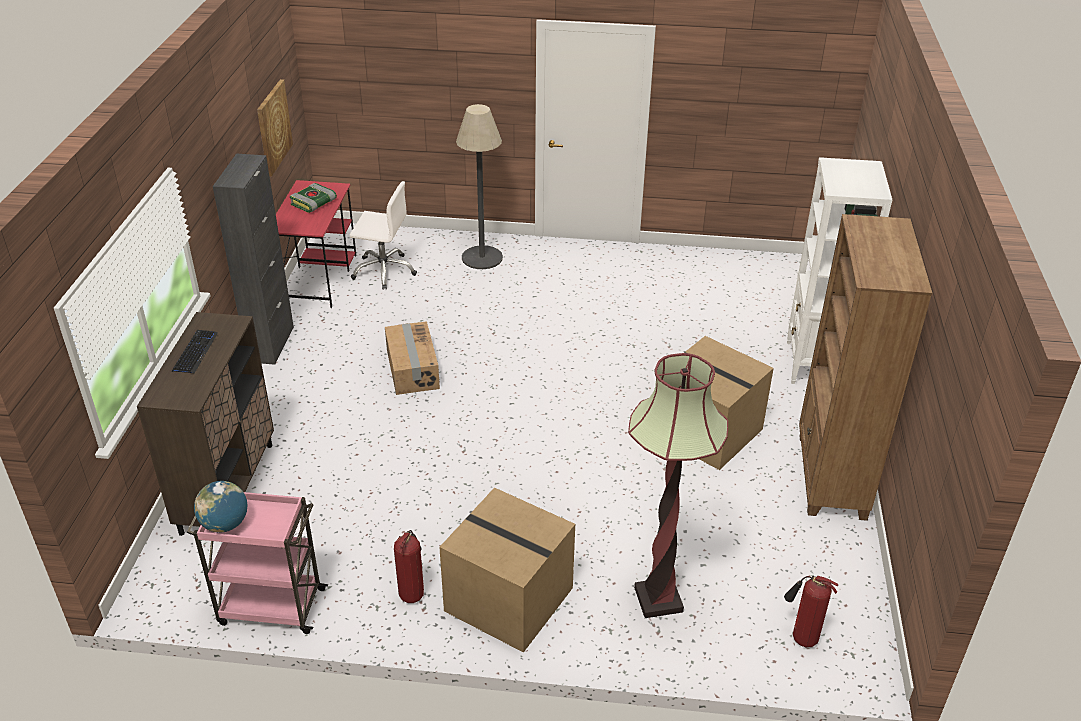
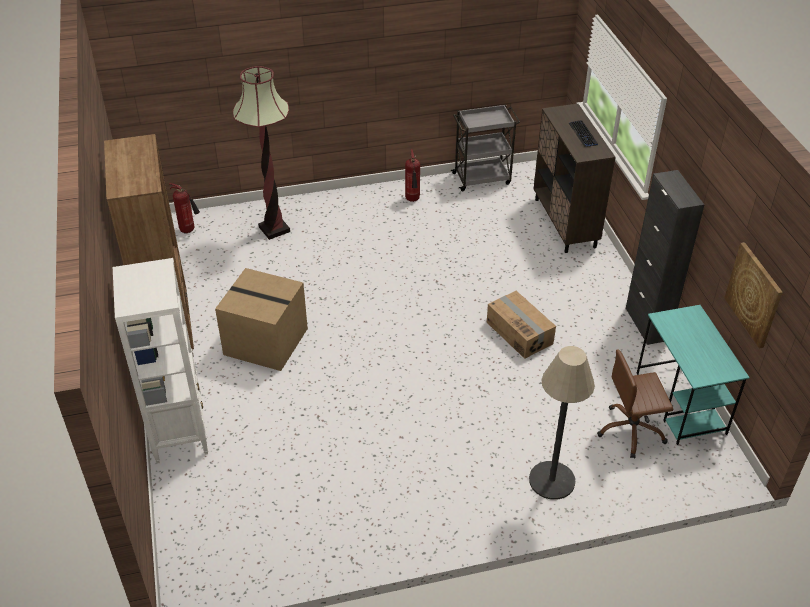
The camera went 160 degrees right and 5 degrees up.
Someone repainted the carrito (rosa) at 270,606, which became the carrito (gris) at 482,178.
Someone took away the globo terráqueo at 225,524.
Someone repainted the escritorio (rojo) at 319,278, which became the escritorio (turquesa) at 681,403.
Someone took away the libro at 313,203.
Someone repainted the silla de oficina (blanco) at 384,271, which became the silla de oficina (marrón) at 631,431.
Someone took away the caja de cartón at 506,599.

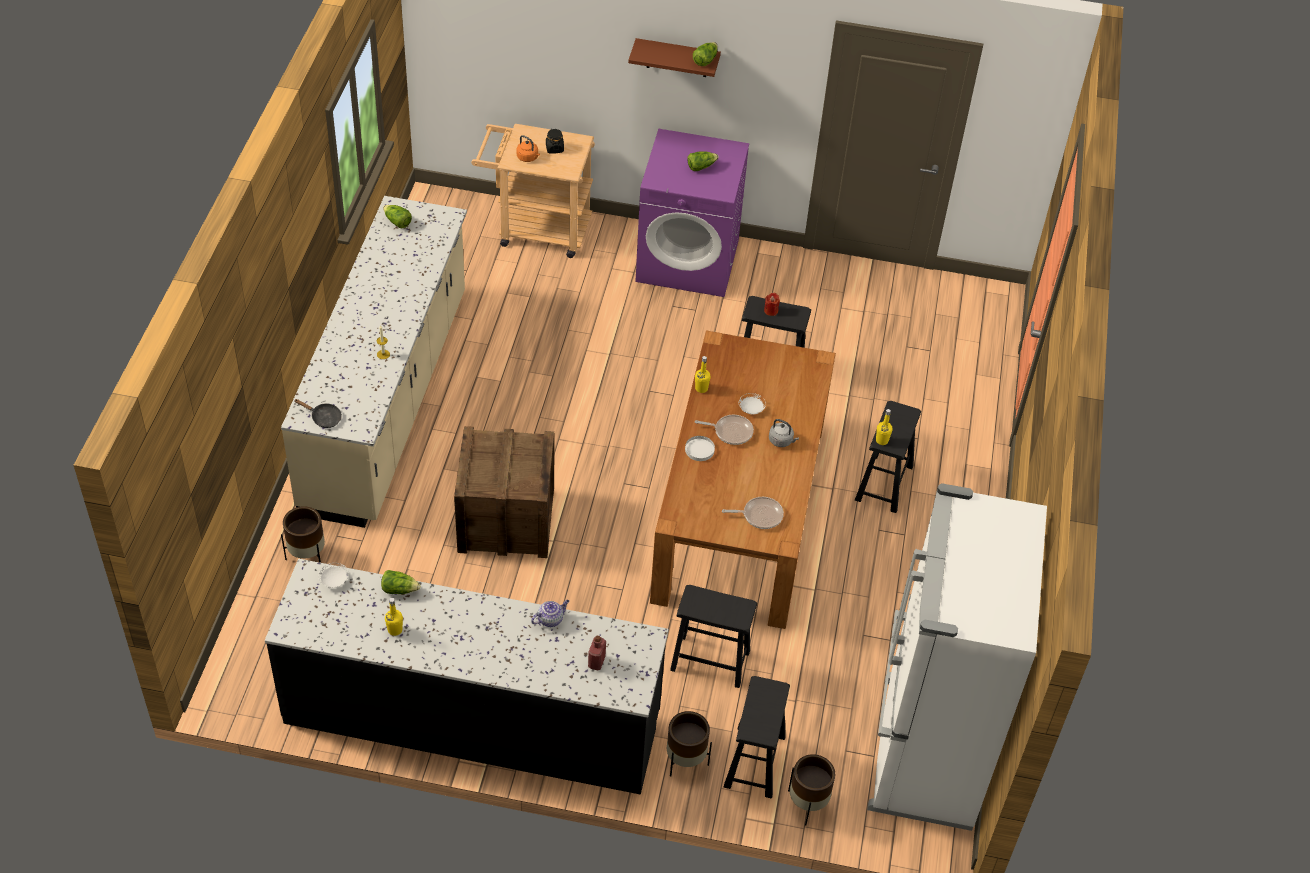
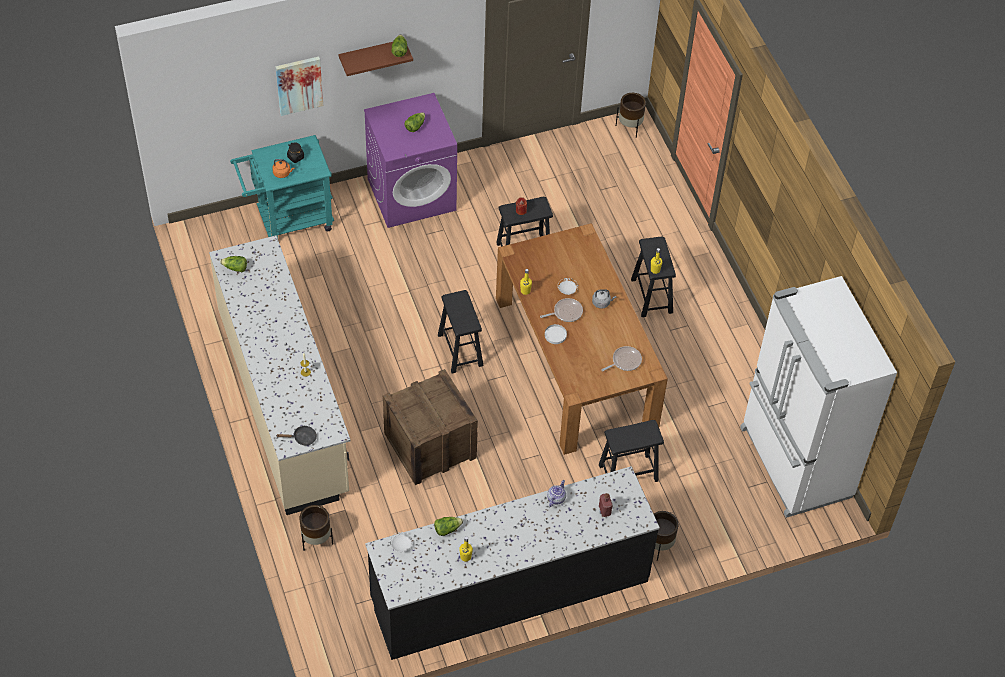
The camera went 30 degrees left and 5 degrees up.
Someone repainted the carrito (beis) at 536,229, which became the carrito (turquesa) at 288,220.
Someone carried the taburete (negro) from 754,761 to 460,350.
Someone carried the maceta (marrón) from 807,804 to 630,127.
Someone put up the cuadro at 299,85.

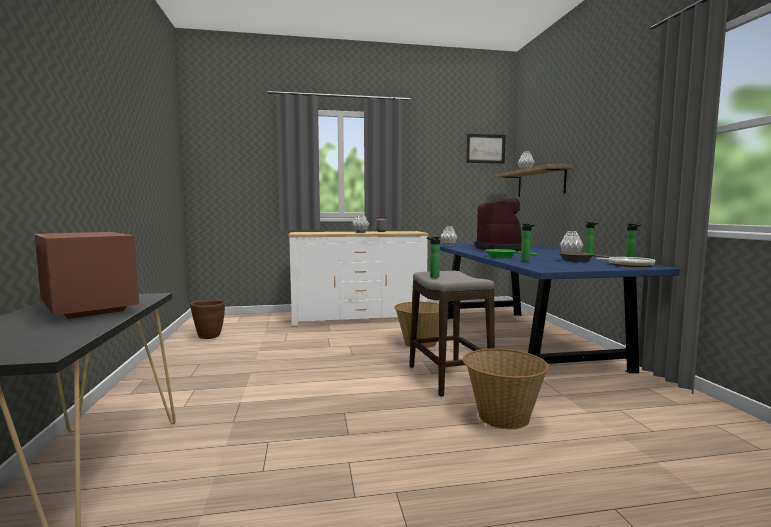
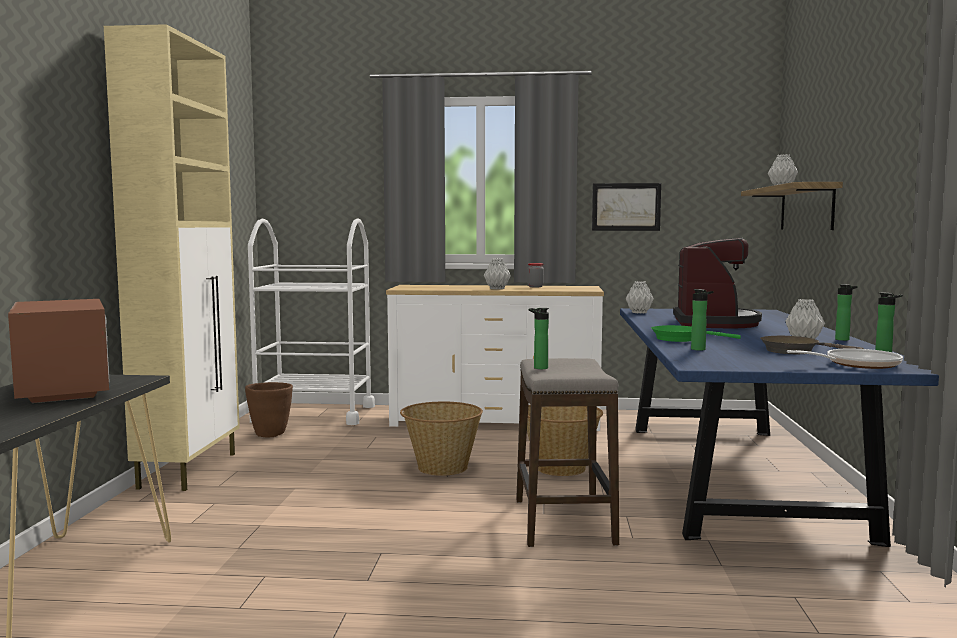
The camera went 15 degrees right and 0 degrees up.
Someone carried the cesta from 502,417 to 441,467.
Someone carried the cuadro from 485,148 to 626,207.
Someone put down the armario (beis) at 190,470.
Someone put down the carrito (blanco) at 314,414.

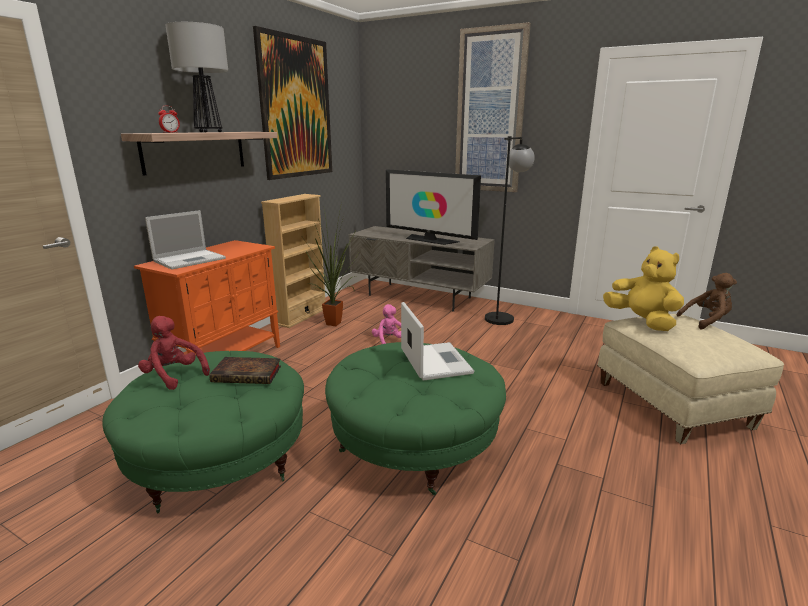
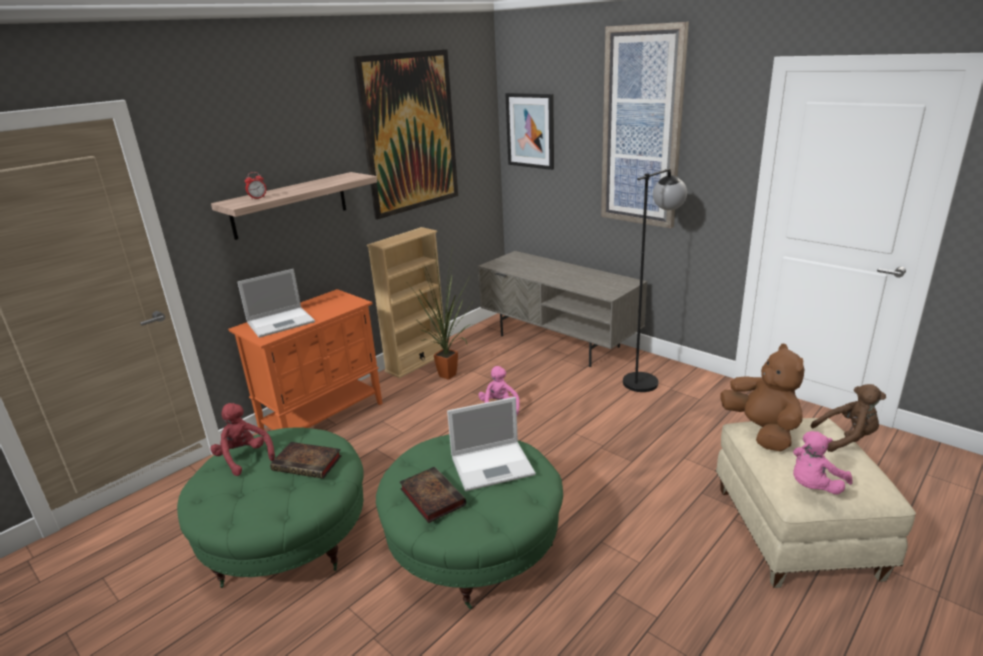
The camera went 15 degrees right and 5 degrees up.
Someone took away the lámpara de mesa at 209,132.
Someone took away the televisor at 430,240.
Someone rotated the portátil at 434,361 by 75 degrees clockwise.
Someone repainted the peluche (amarillo) at 642,321, which became the peluche (marrón) at 761,431.
Someone put down the libro at 431,496.
Someone put up the cuadro at 530,130.
Someone put down the peluche (rosa) at 814,487.

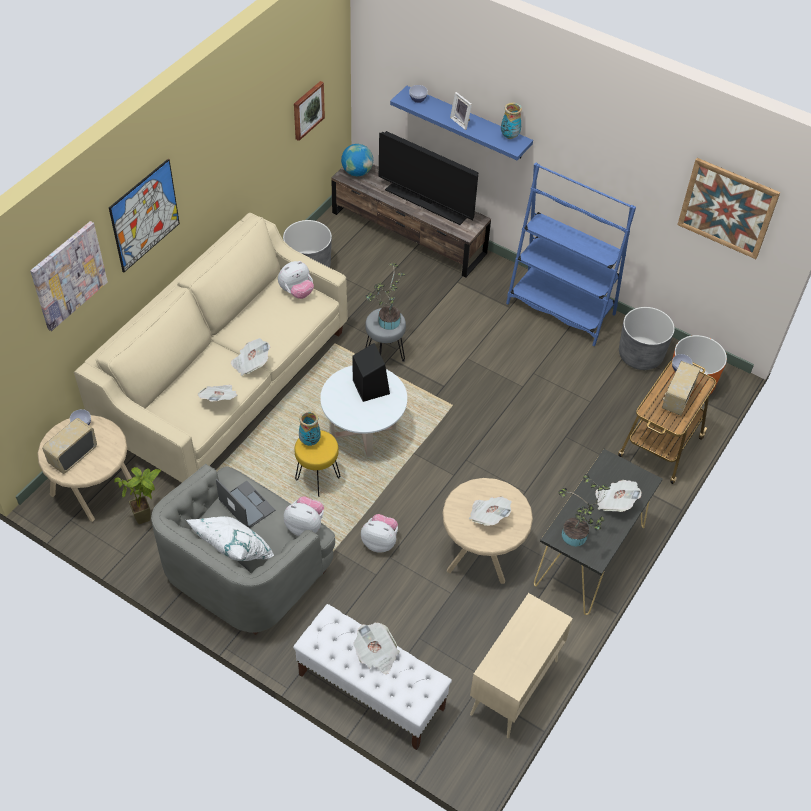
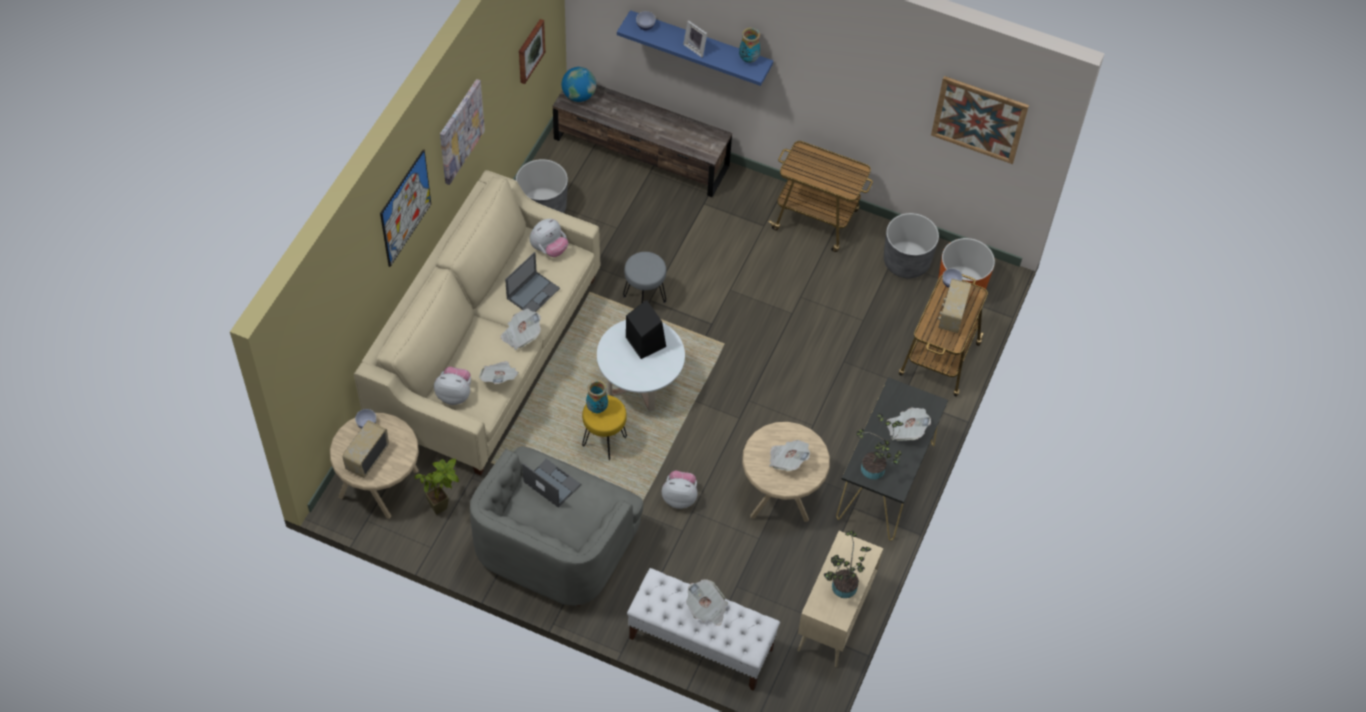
The camera went 10 degrees left and 5 degrees up.
Someone carried the cuadro from 68,275 to 460,131.
Someone took away the cojín (blanco) at 233,553.
Someone carried the peluche from 305,526 to 454,394.
Someone carried the planta en maceta from 386,322 to 842,588.
Someone took away the televisor at 426,203.
Someone swapped the estantería (azul) at 560,309 for the carrito at 817,220.
Someone put down the portátil at 533,293.

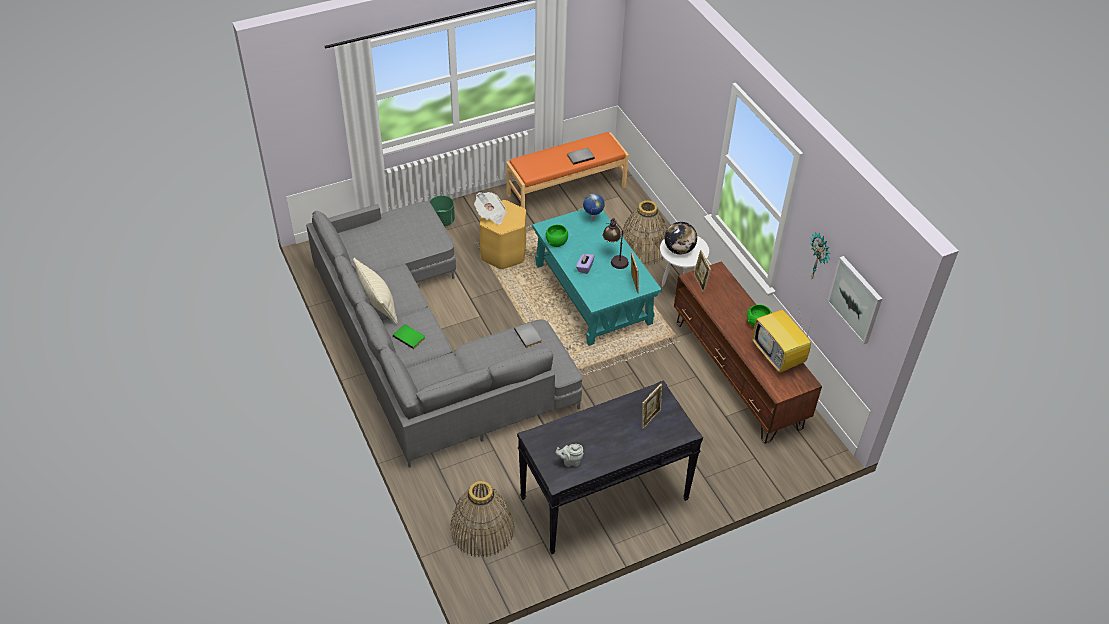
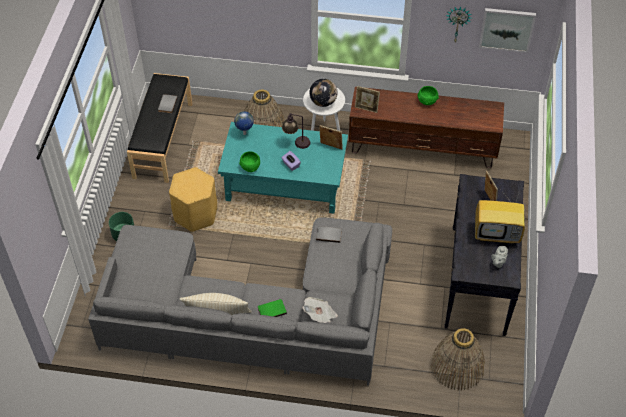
The camera went 55 degrees left and 5 degrees up.
Someone carried the periódico from 491,215 to 320,315.
Someone repainted the banco (naranja) at 566,190, which became the banco (negro) at 162,140.
Someone carried the televisor from 778,357 to 497,233.

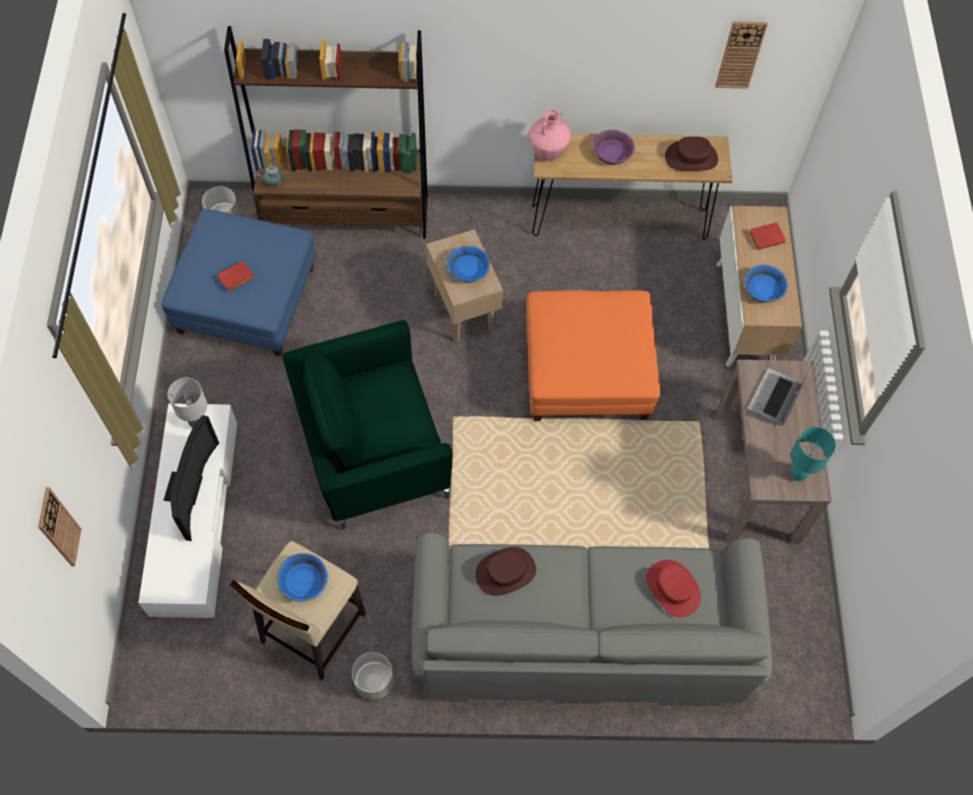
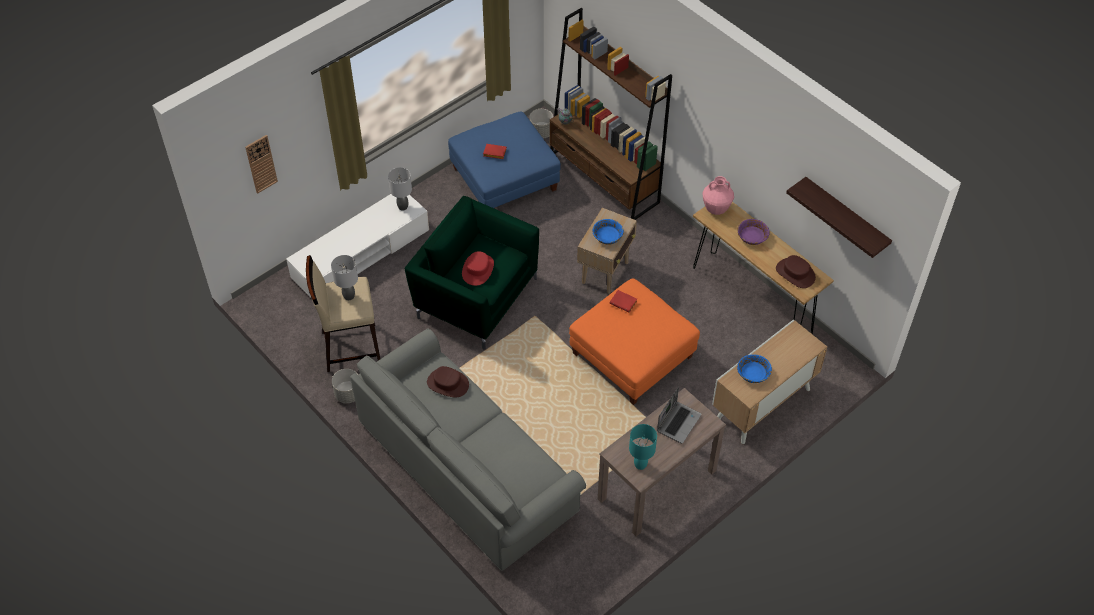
The camera went 50 degrees right and 10 degrees down.
Someone took away the televisor at 189,490.
Someone swapped the cuenco (azul) at 303,581 for the lámpara de mesa (gris) at 348,296.
Someone carried the sombrero (rojo) from 673,588 to 478,269.
Someone swapped the reloj de pared at 740,55 for the estante at 845,216.
Someone rotated the portátil at 775,398 by 135 degrees clockwise.
Someone carried the libro (rojo) from 766,237 to 624,302.

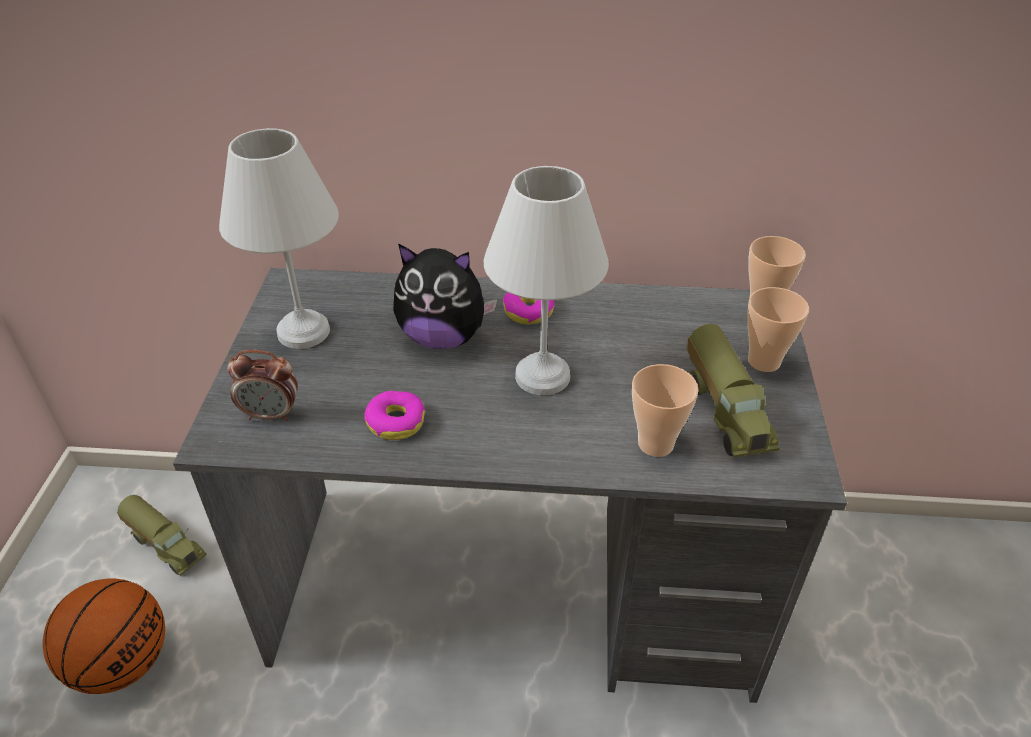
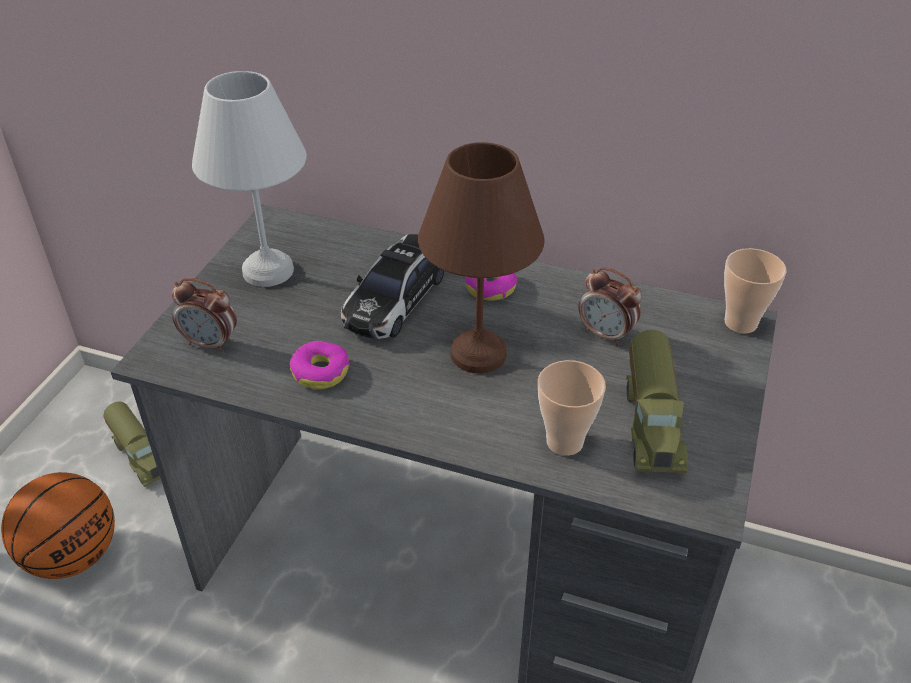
The camera went 15 degrees right and 0 degrees up.
Someone swapped the peluche at 443,337 for the coche de juguete at 396,298.
Someone repainted the lámpara de mesa (blanco) at 541,378, which became the lámpara de mesa (marrón) at 476,355.
Someone took away the taza at 764,361.
Someone put down the despertador at 606,334.

